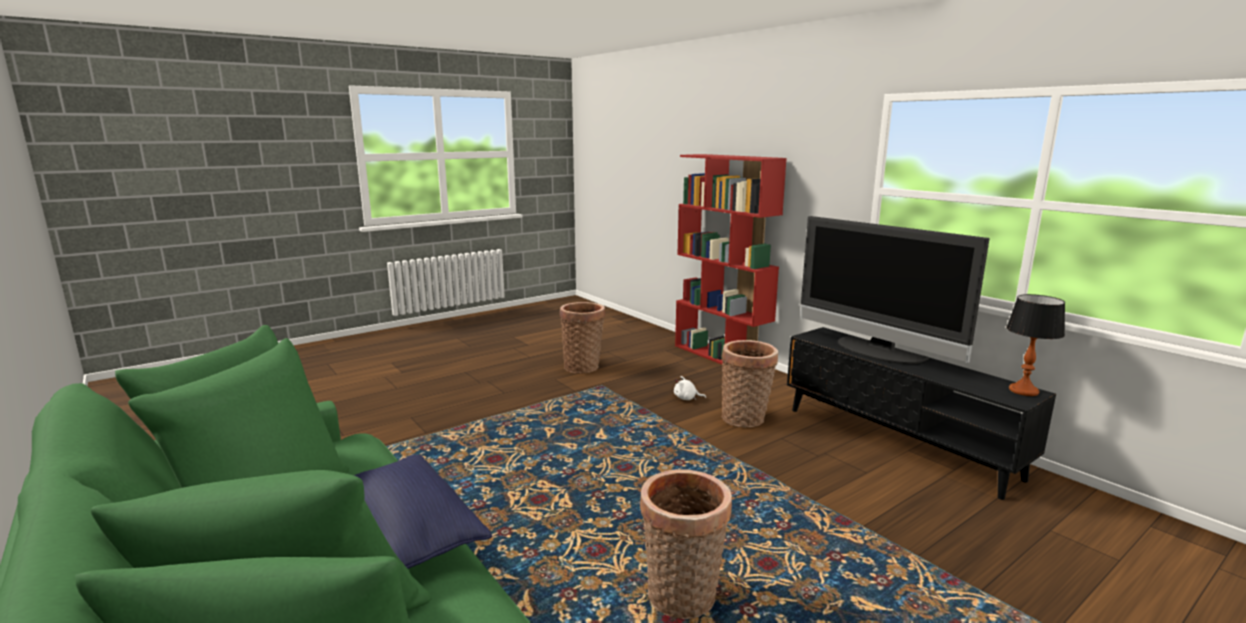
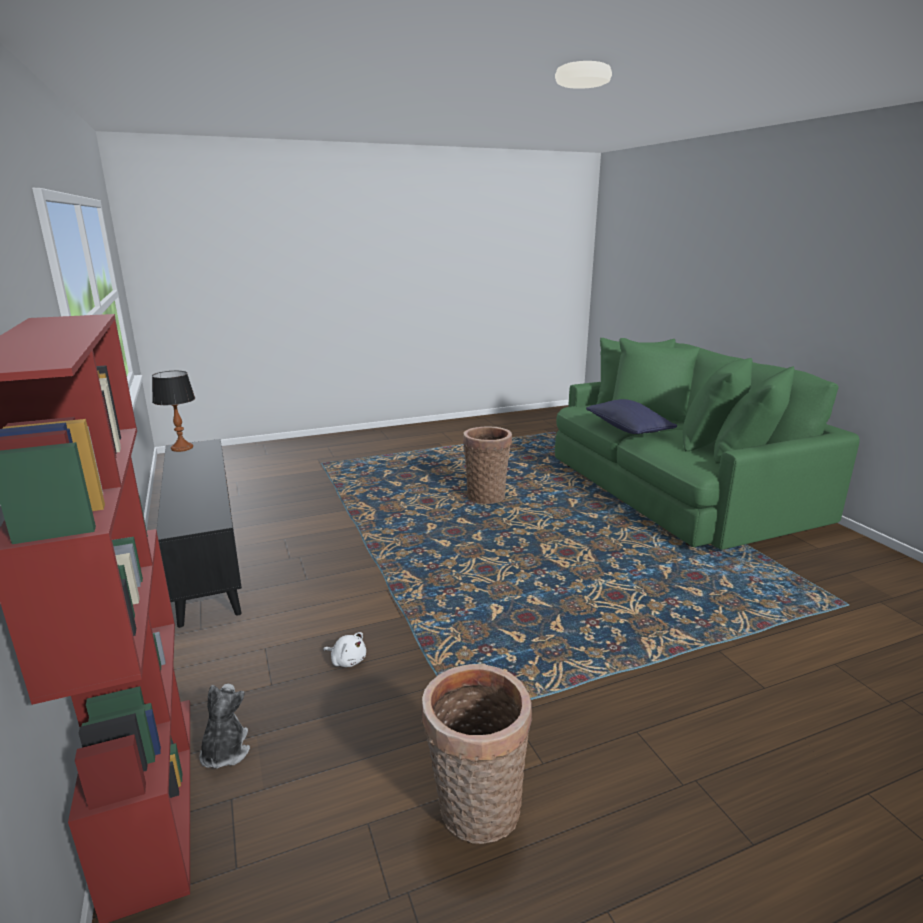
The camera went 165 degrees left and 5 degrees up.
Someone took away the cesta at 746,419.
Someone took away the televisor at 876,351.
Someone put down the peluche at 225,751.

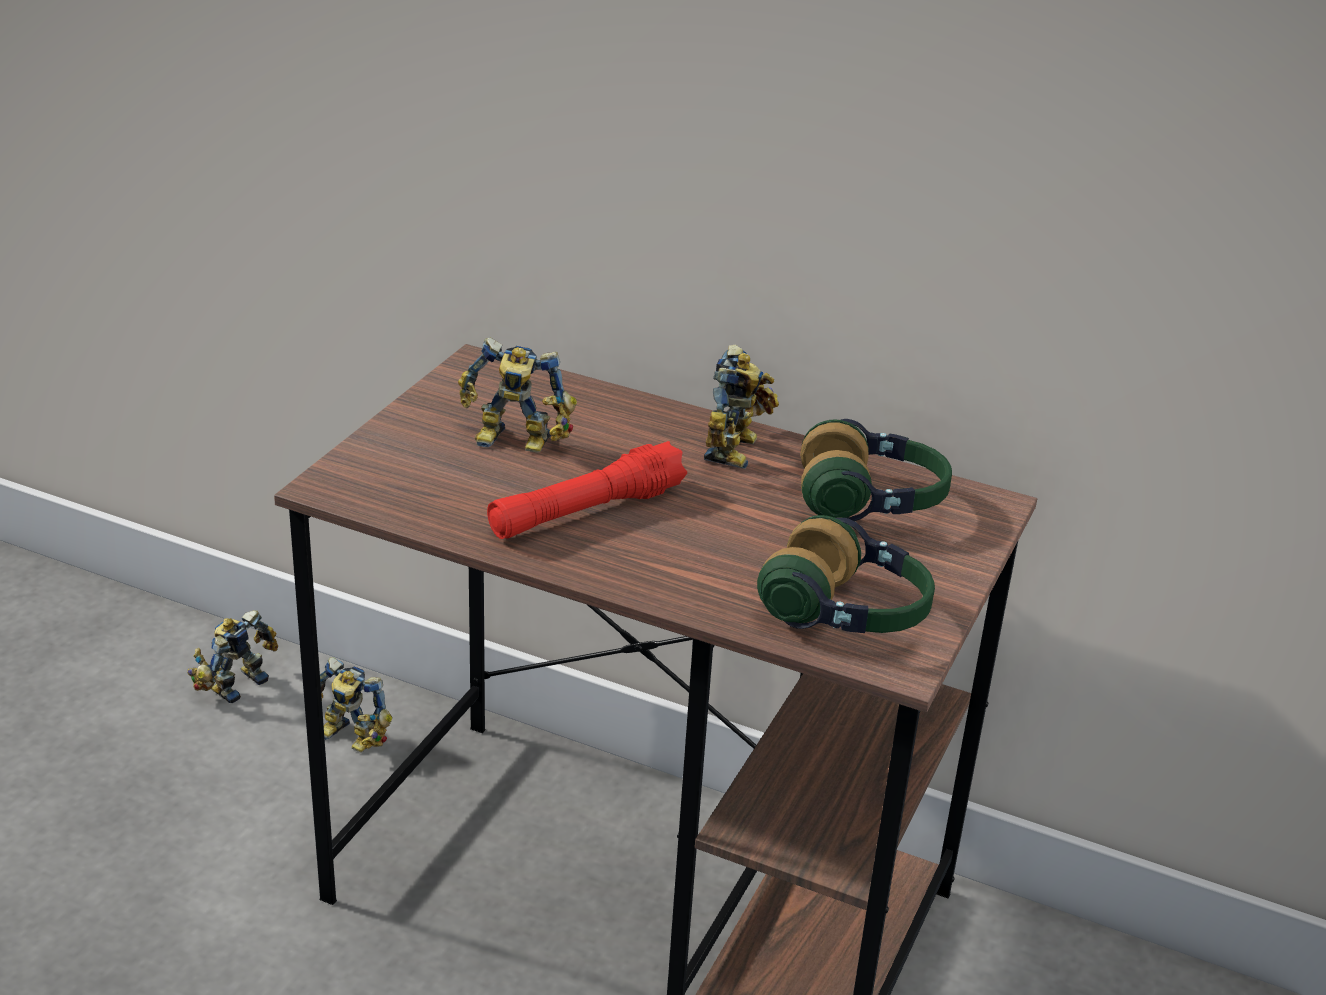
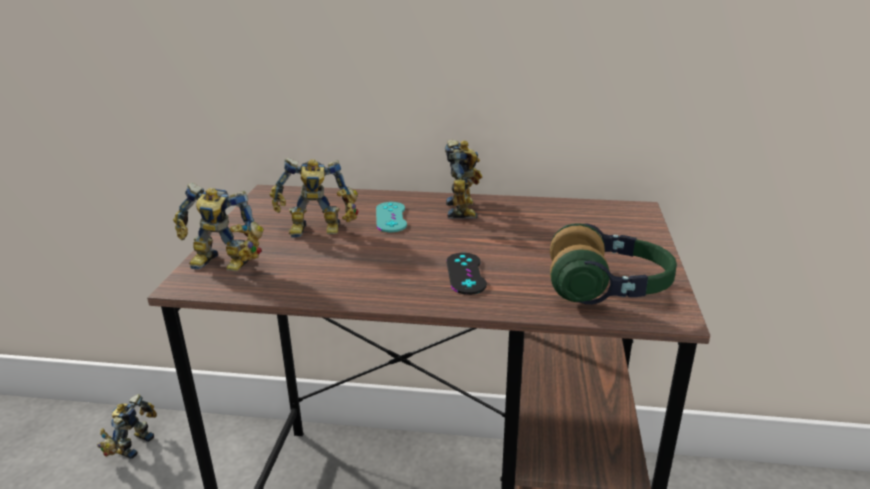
The camera went 15 degrees left and 5 degrees down.
Someone carried the robot de juguete from 348,739 to 221,265.
Someone took away the linterna (rojo) at 586,511.
Someone took away the auriculares at 871,503.
Someone put down the mando de consola (turquesa) at 391,217.
Someone put down the mando de consola (negro) at 465,273.

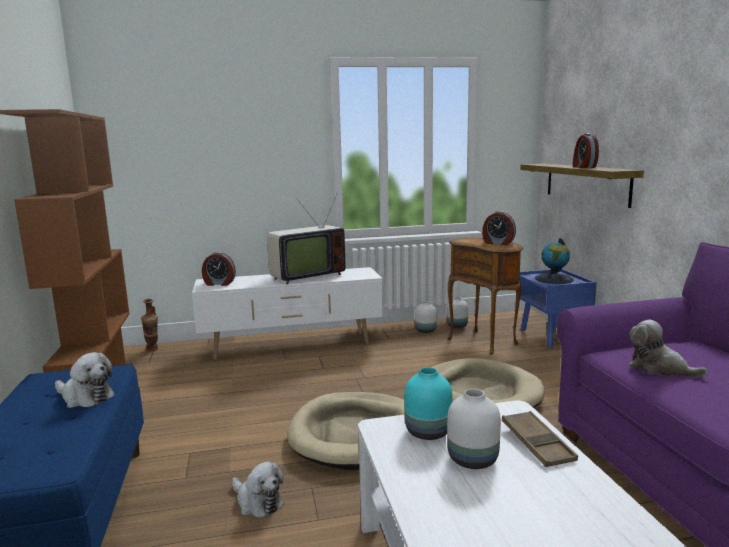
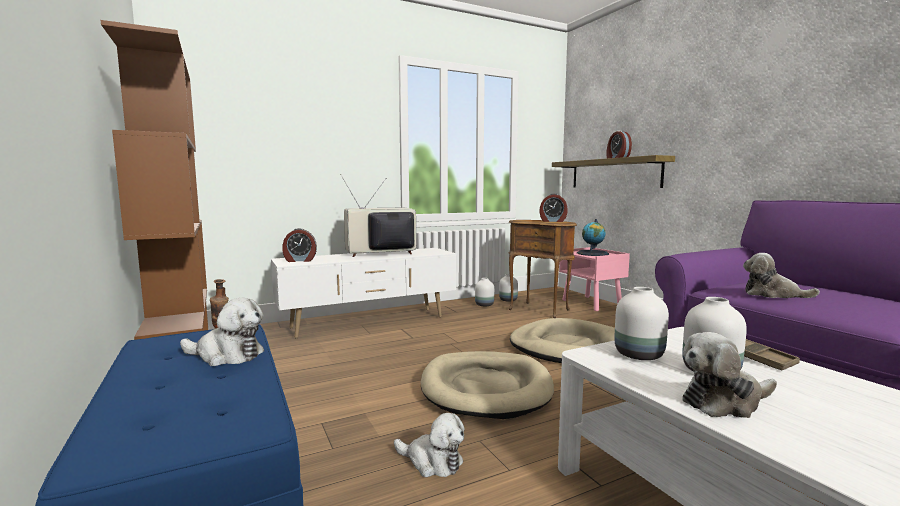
The camera went 15 degrees left and 5 degrees down.
Someone rotated the televisor at 305,276 by 150 degrees counterclockwise.
Someone repainted the florero (turquesa) at 428,431, which became the florero (blanco) at 638,354.
Someone repainted the mesita de noche (azul) at 553,337, which became the mesita de noche (rosa) at 592,303.
Someone put down the peluche at 724,402.

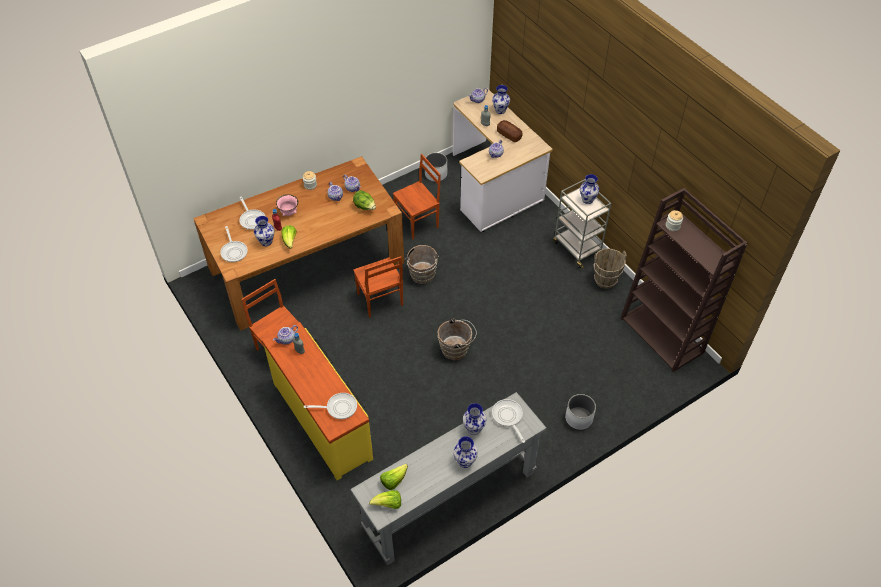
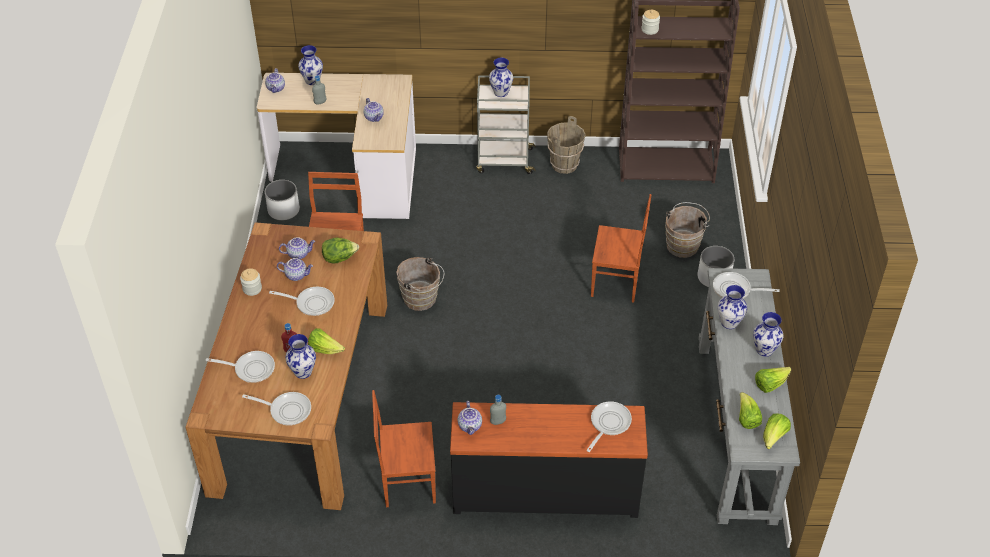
The camera went 55 degrees left and 5 degrees down.
Someone repainted the cómoda (amarillo) at 323,419, which became the cómoda (negro) at 545,489.
Someone took away the cuenco (rosa) at 289,212.
Someone carried the silla (marrón) from 379,300 to 616,283.
Someone carried the cubo (marrón) from 456,349 to 683,244.
Someone took away the pan at 509,135.
Someone put down the sartén at 312,303.
Someone put down the lechuga at 770,384.

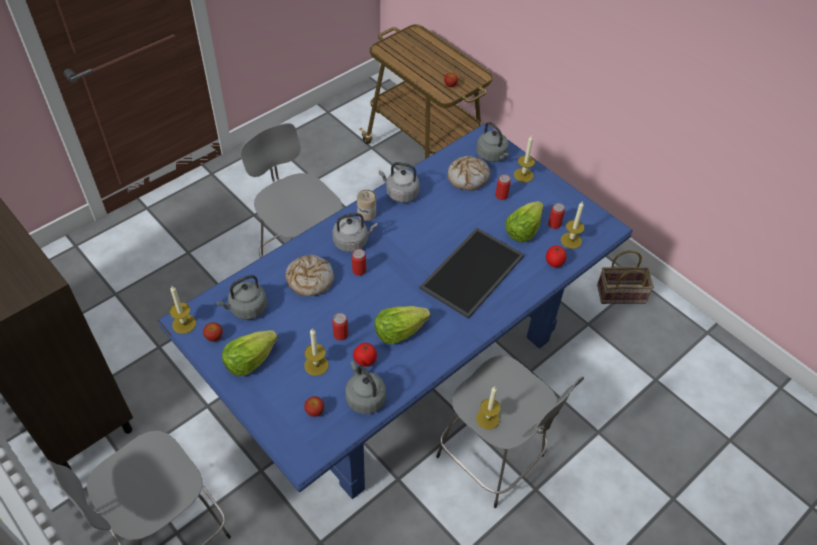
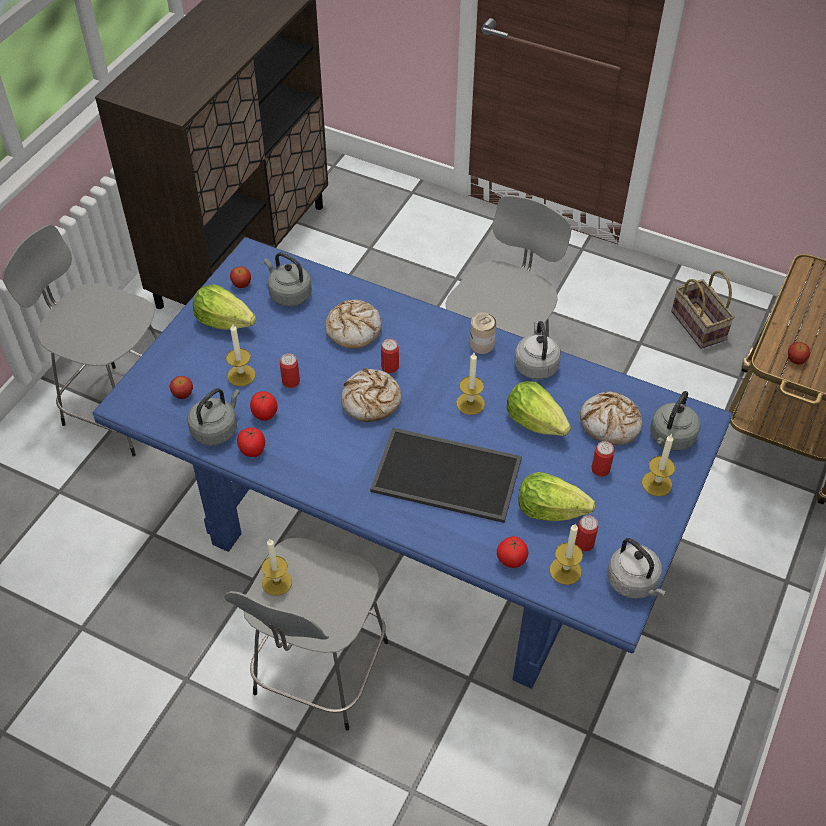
The camera went 70 degrees right and 0 degrees up.
Someone carried the vela from 184,324 to 470,403.
Someone carried the hervidor (gris) from 352,242 to 634,583.
Someone carried the lechuga from 398,332 to 535,422.
Someone carried the cesta from 622,293 to 700,326.
Someone put down the tomate at 252,450.
Someone put down the pan at 370,401.

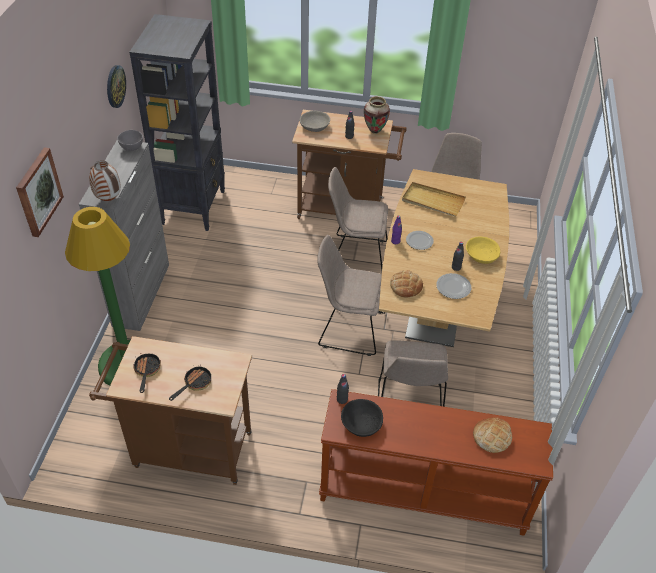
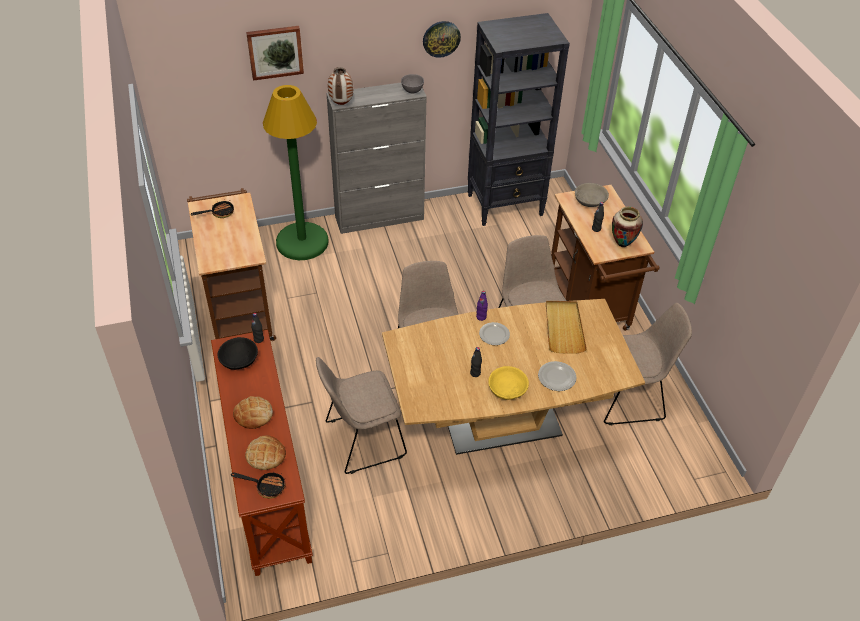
The camera went 65 degrees right and 0 degrees up.
Someone carried the sartén from 194,383 to 266,486.
Someone carried the pan from 406,286 to 253,415.
Someone carried the plato from 453,287 to 557,377.

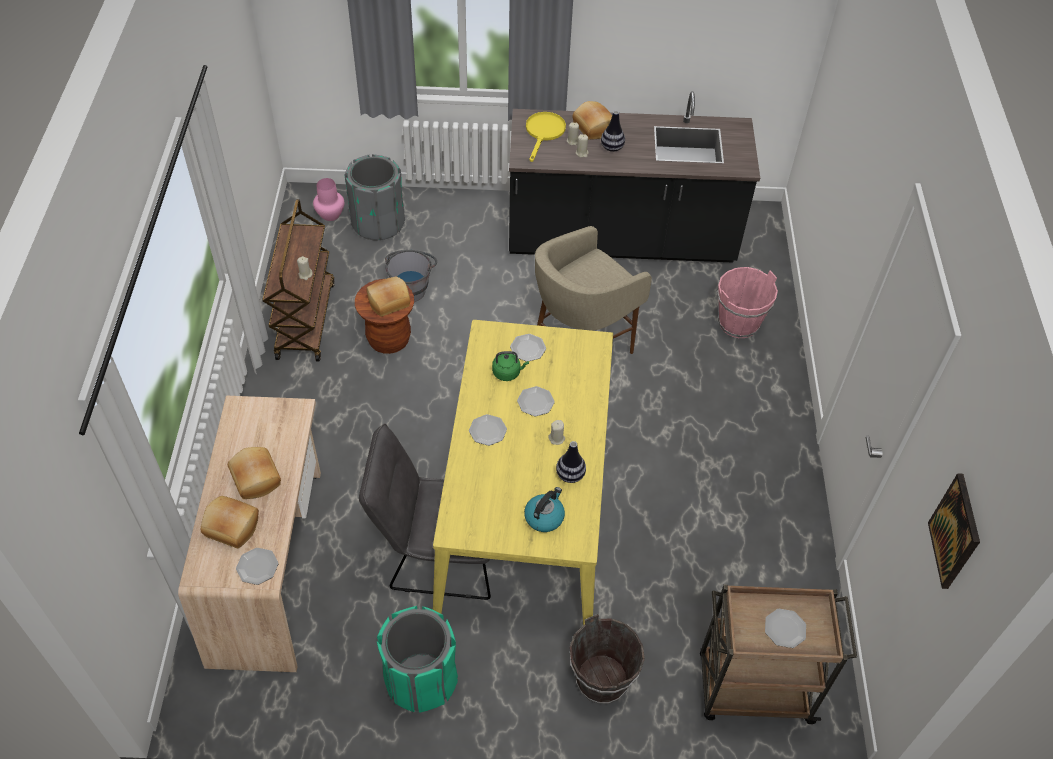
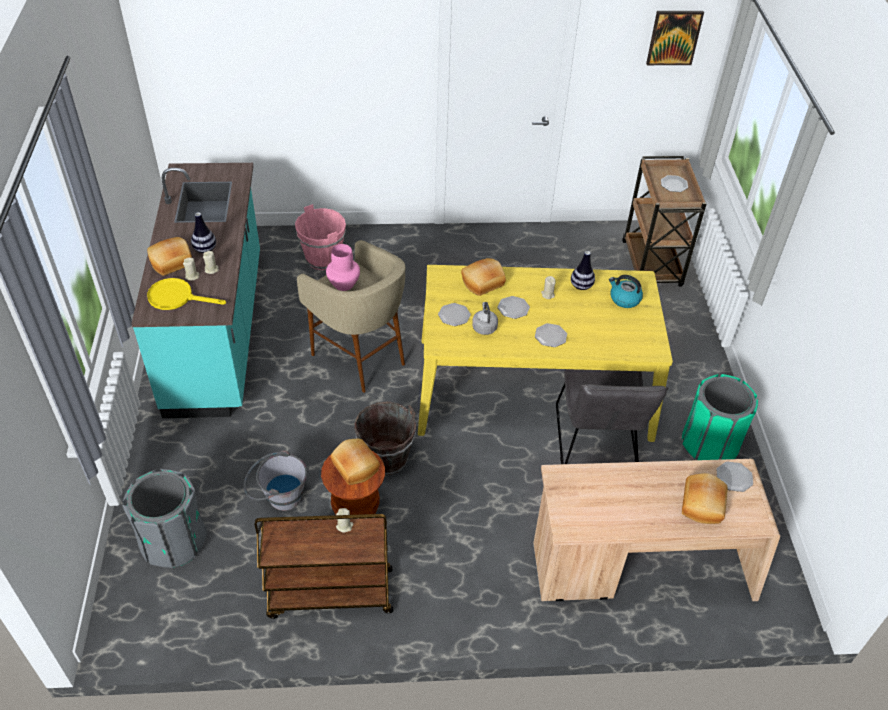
The camera went 95 degrees left and 5 degrees down.
Someone carried the pan from 254,479 to 483,283.
Someone carried the florero (rosa) from 331,214 to 343,284.
Someone repainted the hervidor (verde) at 508,372, which became the hervidor (gris) at 484,327.
Someone repainted the mueble bajo de cocina (negro) at 620,241, which became the mueble bajo de cocina (turquesa) at 218,332.
Someone carried the cubo (marrón) from 601,680 to 386,459.

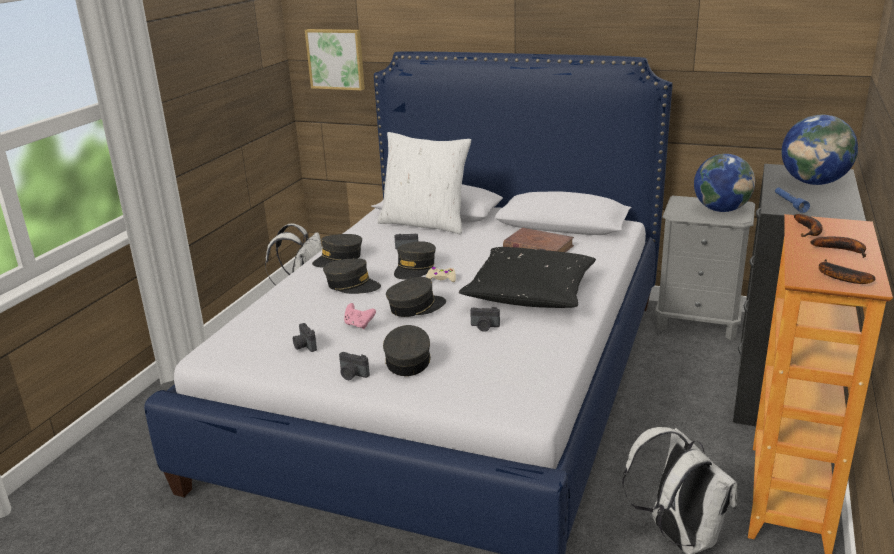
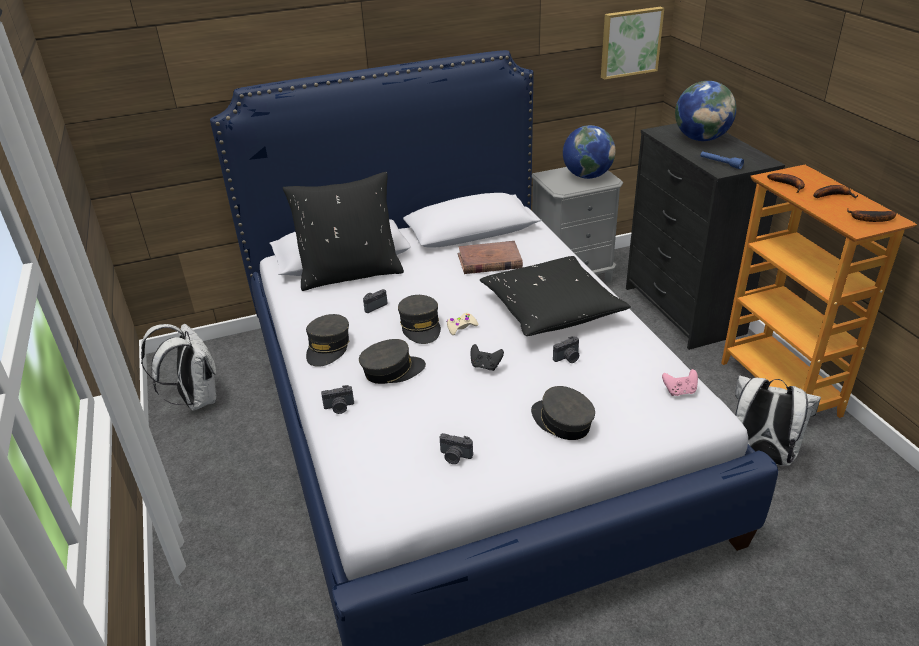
The camera went 40 degrees left and 10 degrees up.
Someone carried the cuadro from 336,59 to 630,42.
Someone carried the cámara from 352,375 to 339,407.
Someone carried the mando de consola (rosa) from 359,325 to 679,391.
Someone repainted the cojín (blanco) at 425,223, which became the cojín (negro) at 350,273.
Someone swapped the gorra (gris) at 416,307 for the mando de consola (negro) at 485,366.

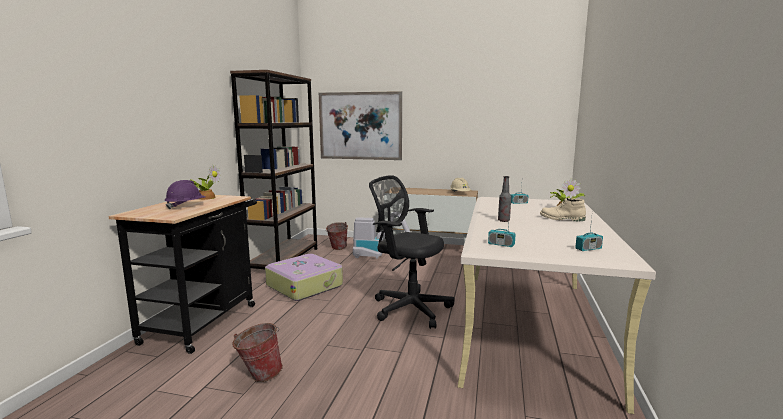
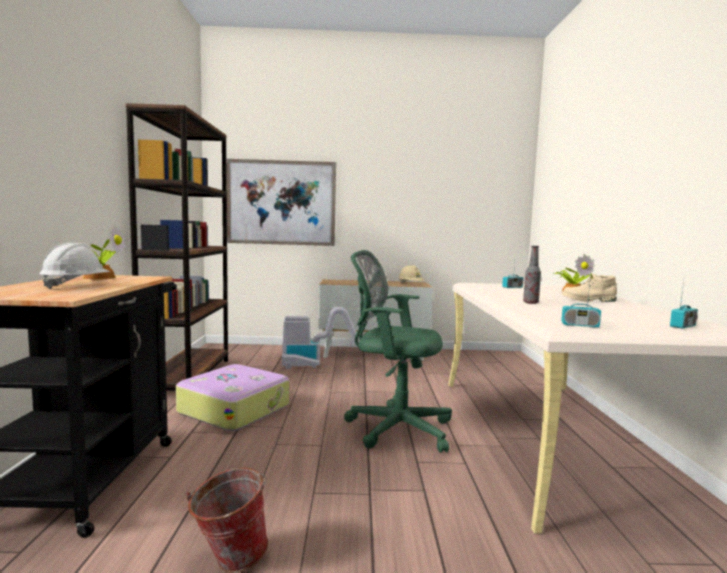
The camera went 15 degrees left and 5 degrees down.
Someone repainted the casco (morado) at 186,206, which became the casco (blanco) at 76,285.
Someone took away the cubo at 337,249.
Someone repainted the silla de oficina (negro) at 408,308, which became the silla de oficina (verde) at 394,427.

